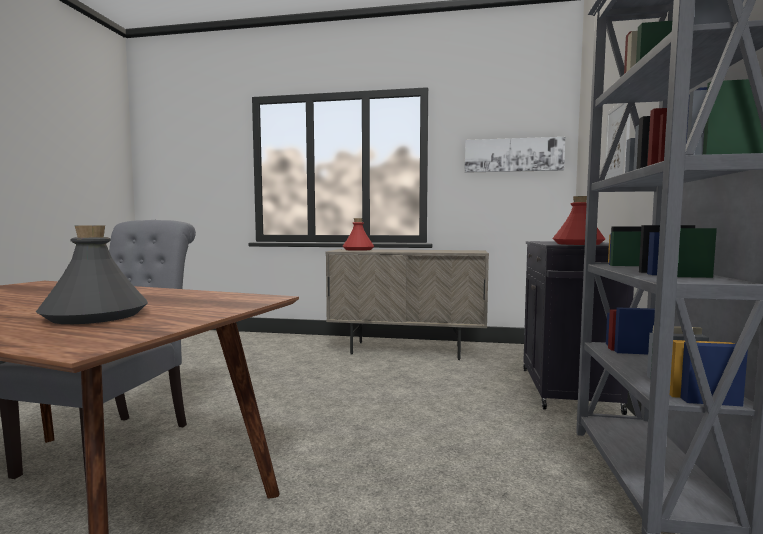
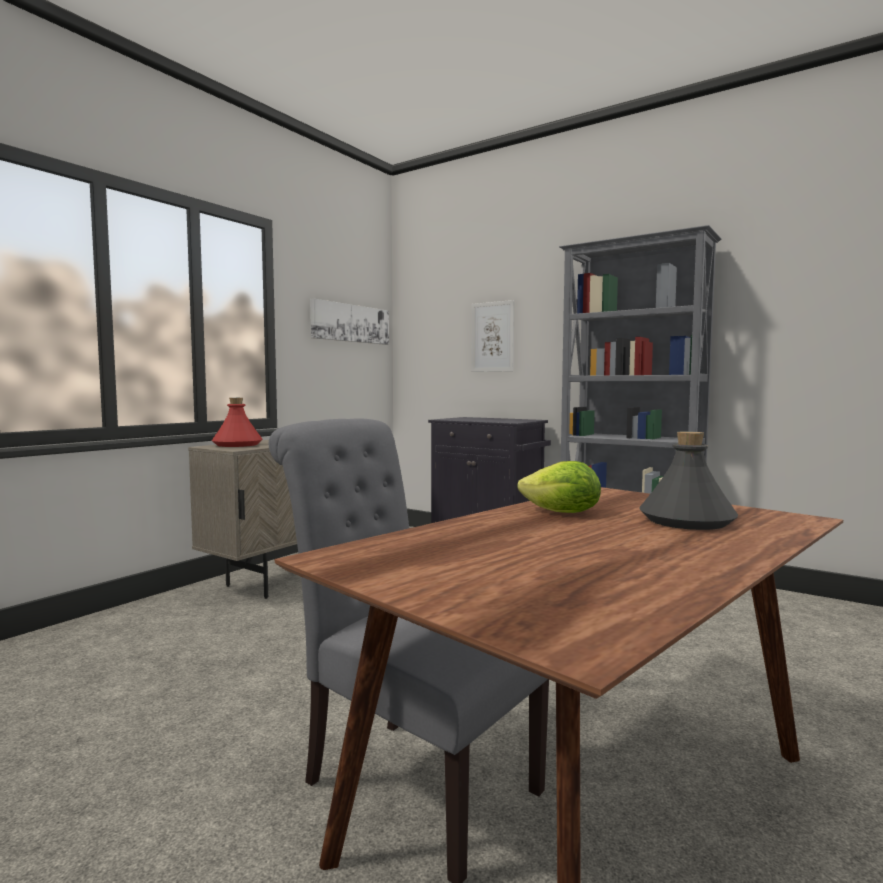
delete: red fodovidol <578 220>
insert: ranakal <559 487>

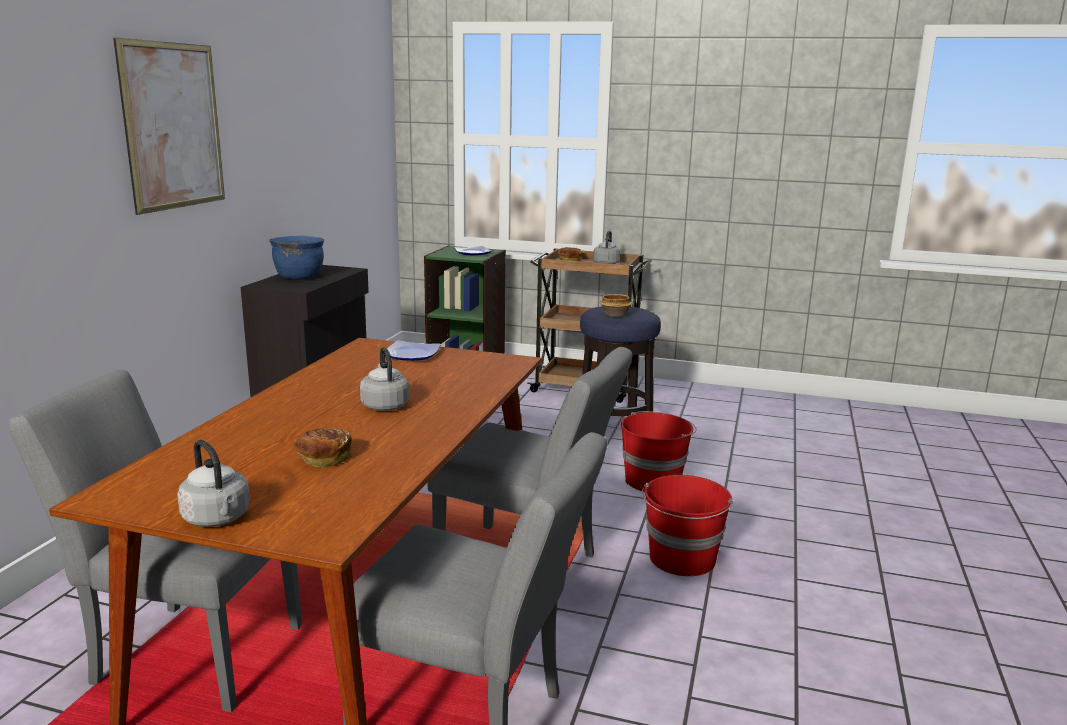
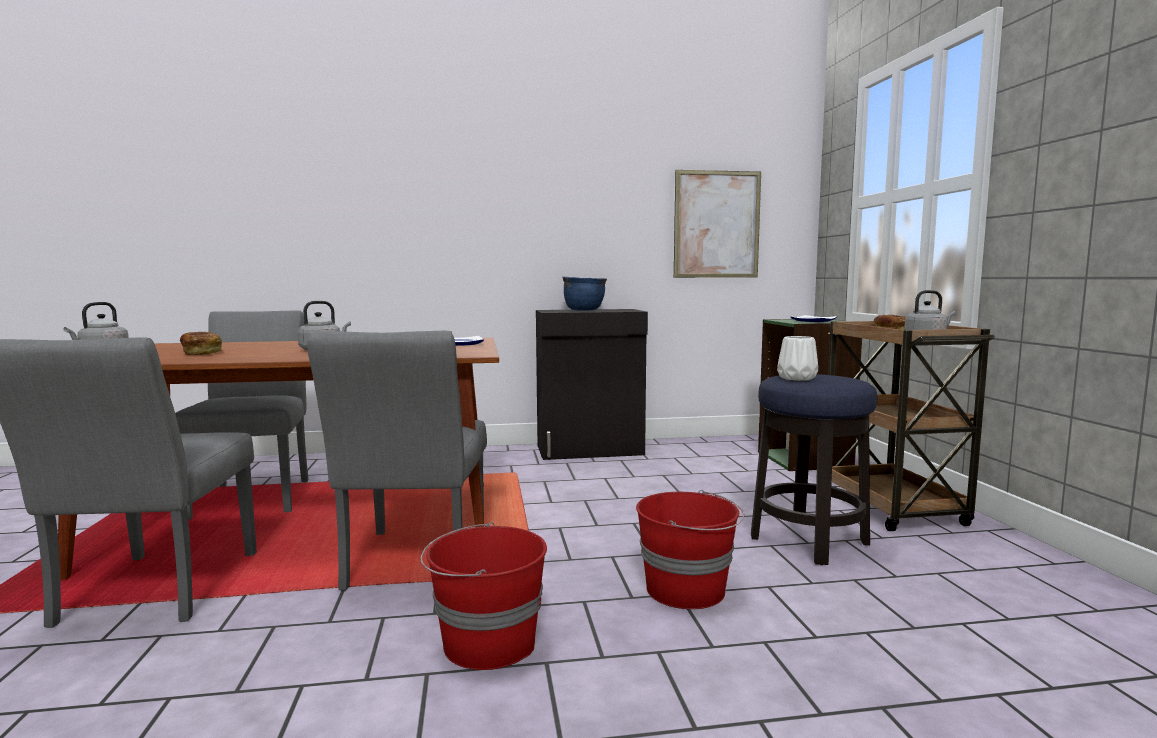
move: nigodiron <169 126> to <717 224>
replace: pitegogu <616 305> to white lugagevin <797 358>

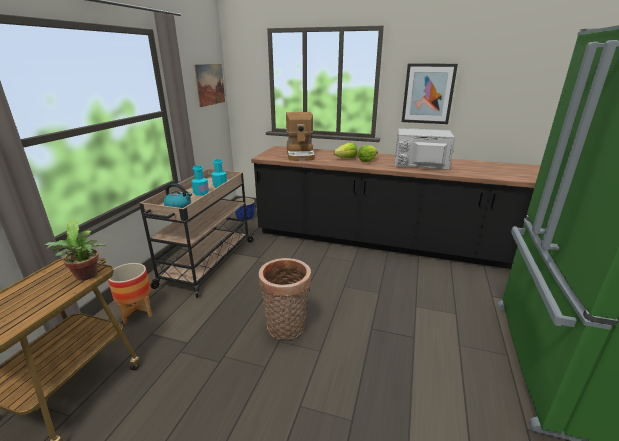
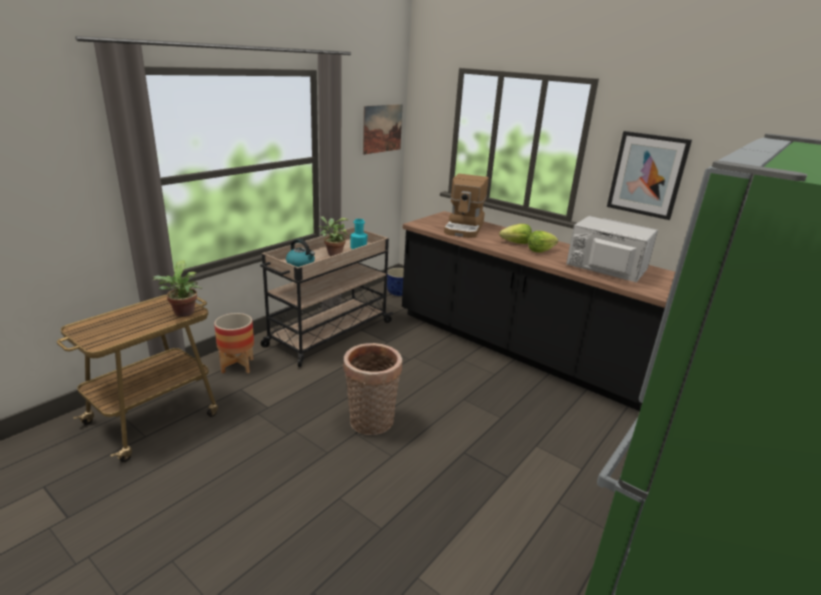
replace: turquoise fodovidol <200 180> to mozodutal <333 236>

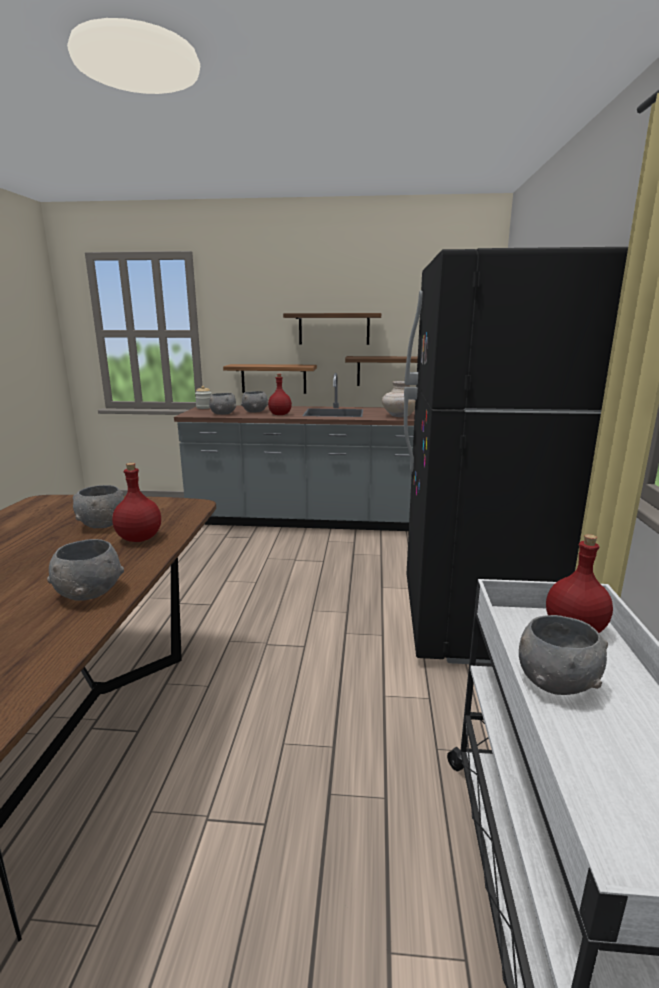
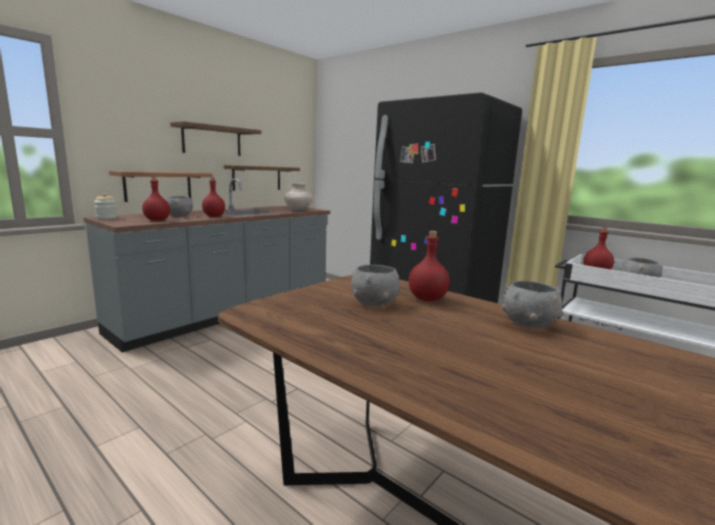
replace: grey pitegogu <222 404> to red fodovidol <156 199>

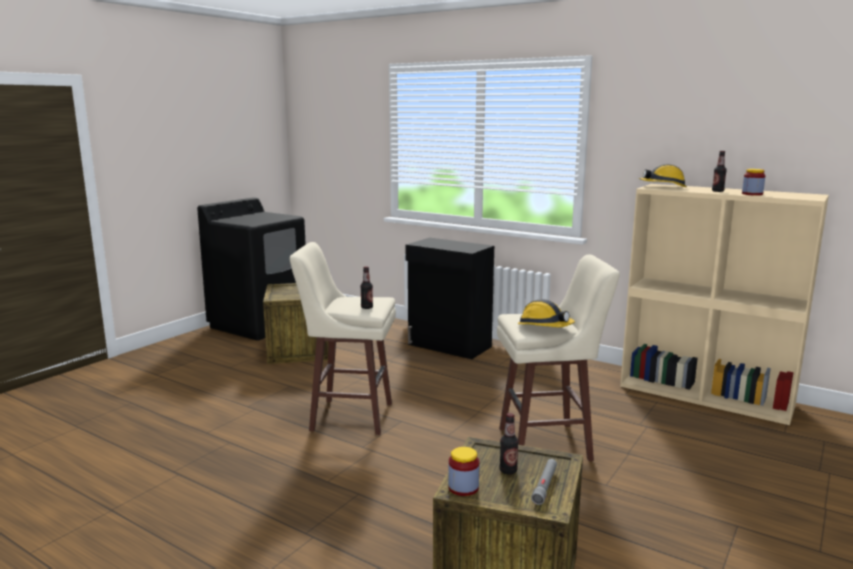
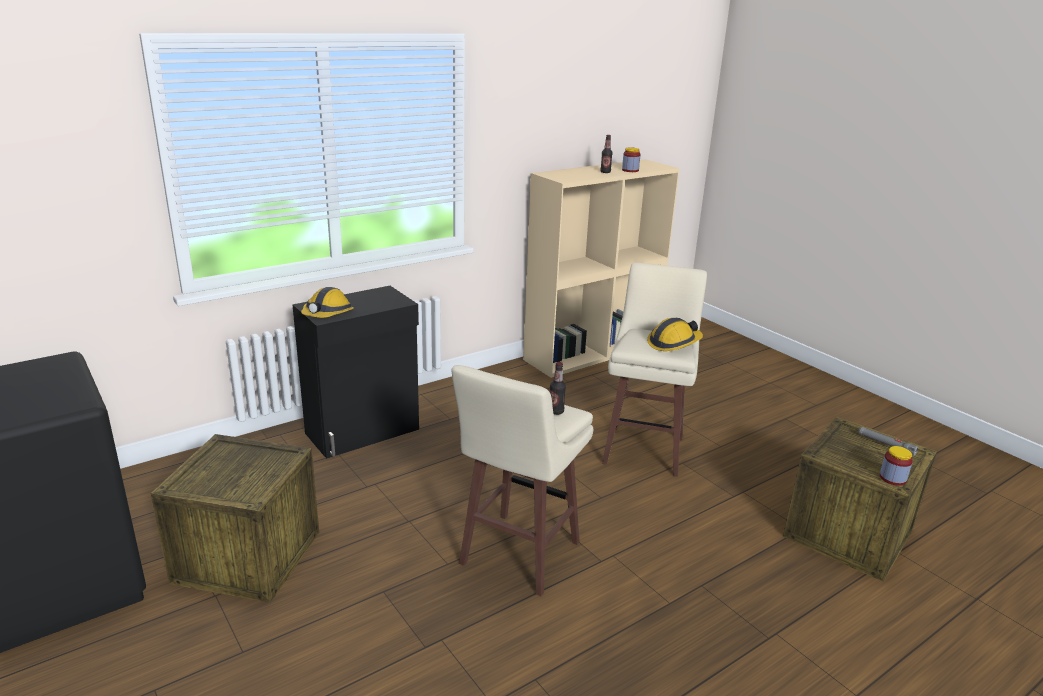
delete: fodovidol <509 444>
move: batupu <662 175> to <327 302>

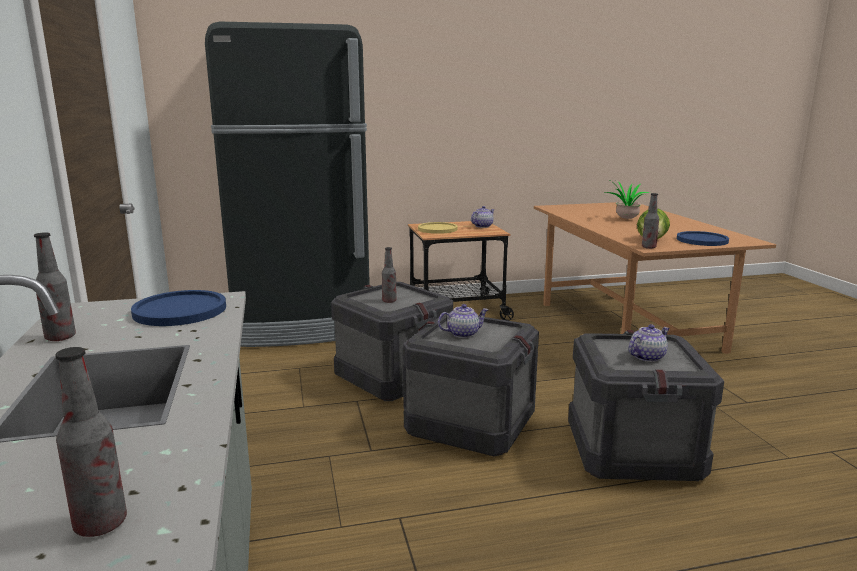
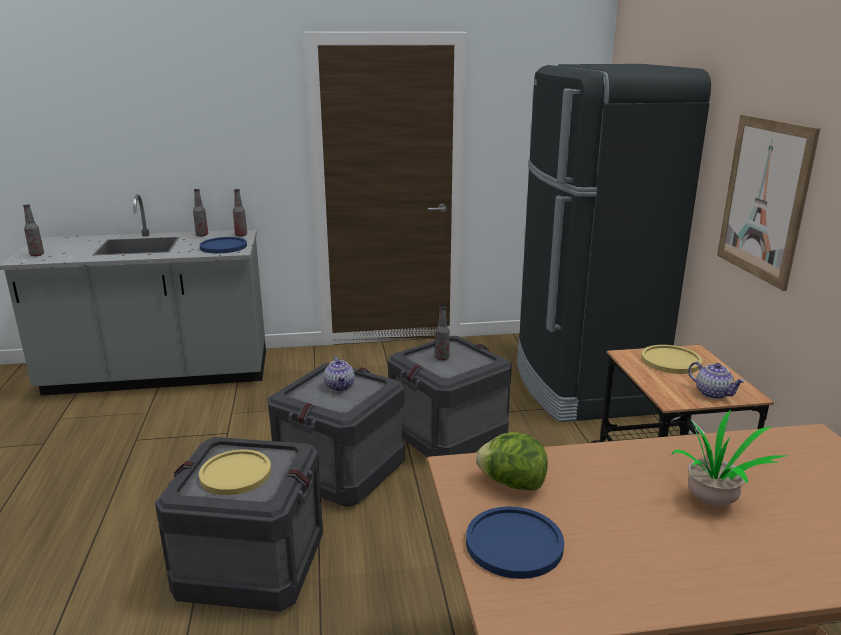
insert: nigodiron <768 203>
move: fodovidol <650 221> to <240 213>
replace: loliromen <649 343> to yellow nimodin <235 472>

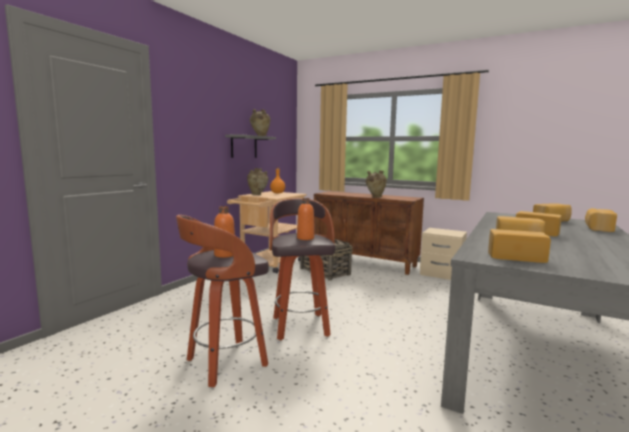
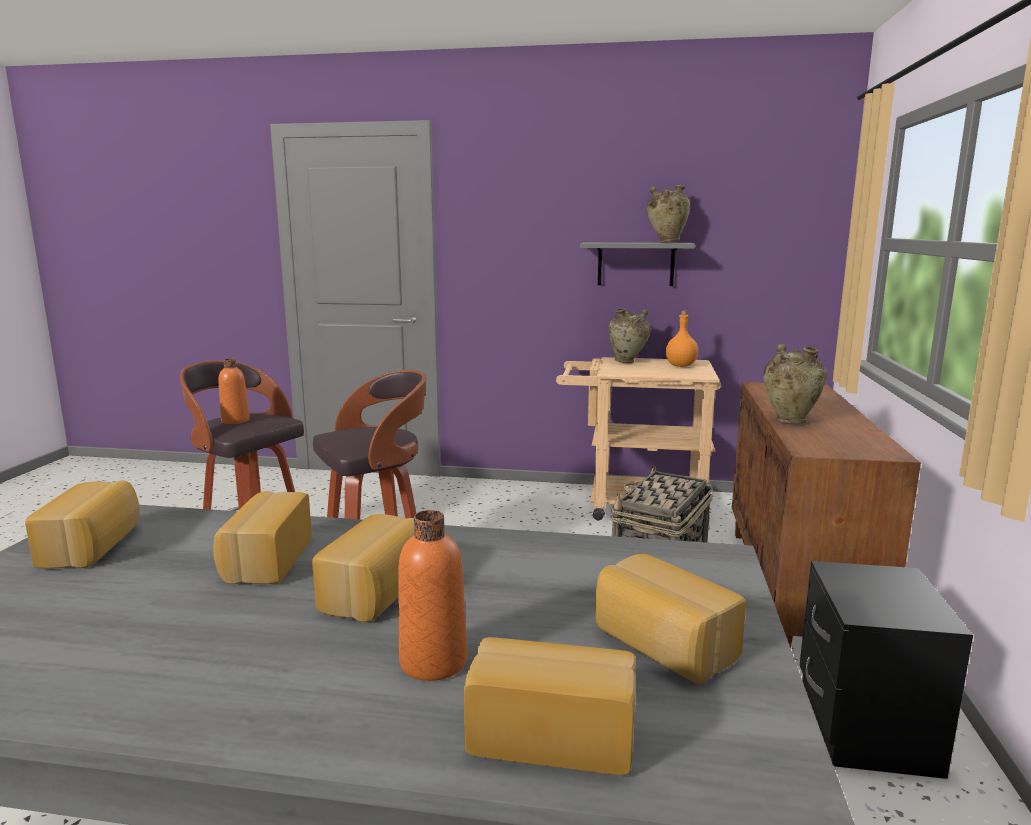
move: orange fodovidol <305 219> to <432 595>
recolor: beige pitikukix <443 254> to black pitikukix <886 670>

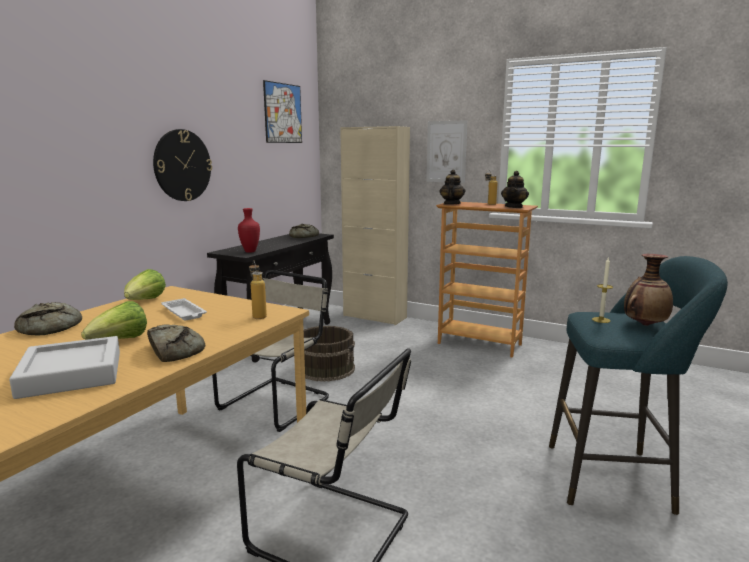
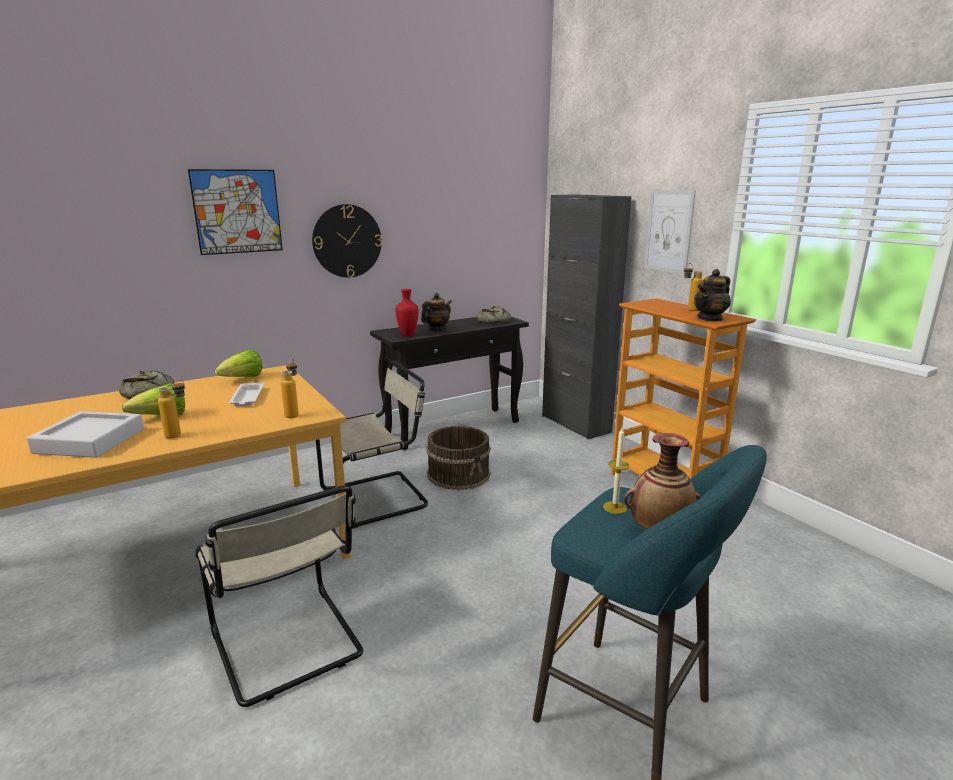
move: nigodiron <282 111> to <235 212>; loliromen <453 187> to <436 312>
replace: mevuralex <176 343> to fodovidol <171 408>
recolor: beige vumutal <375 225> to black vumutal <586 317>

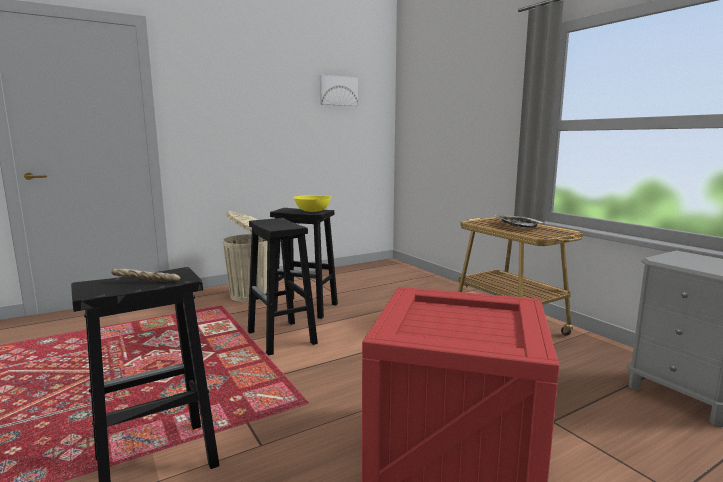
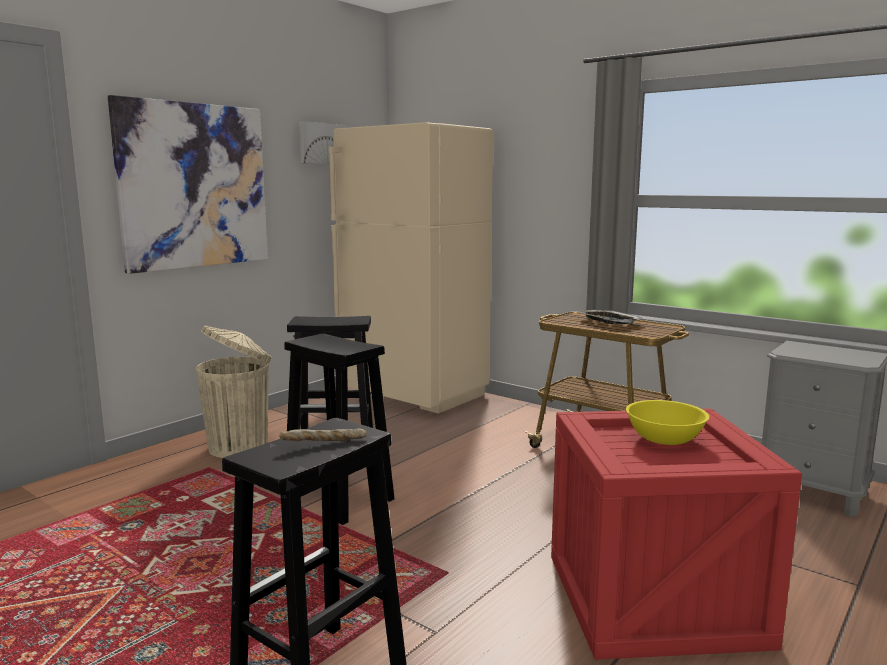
insert: nigodiron <188 184>; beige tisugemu <410 268>
move: yellow pitegogu <312 203> to <667 422>

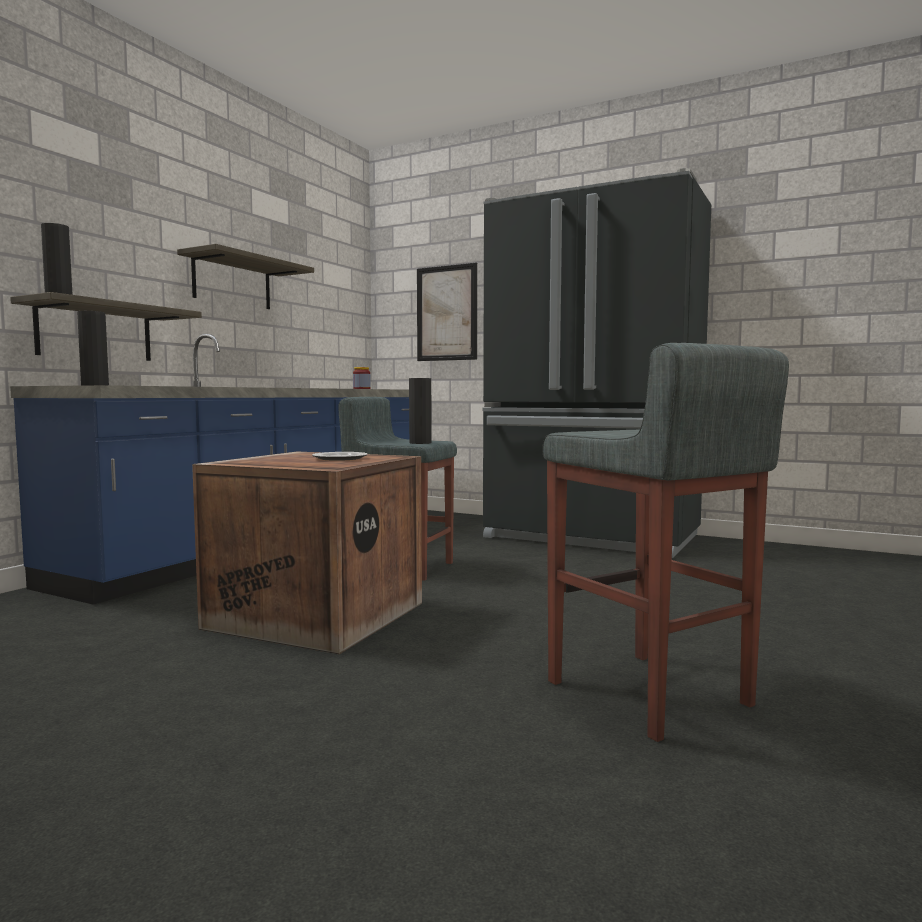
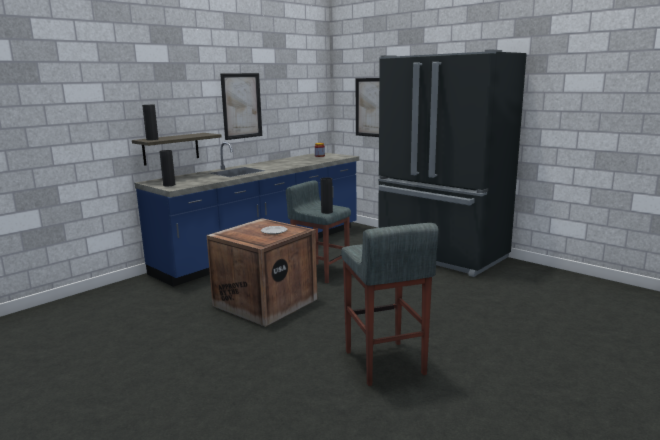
replace: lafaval <245 276> to nigodiron <241 106>

